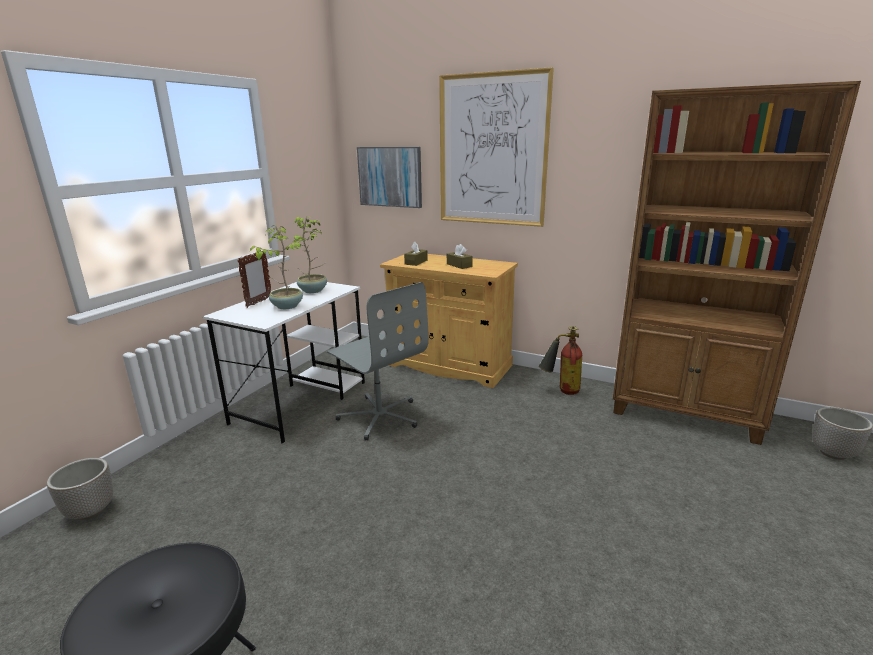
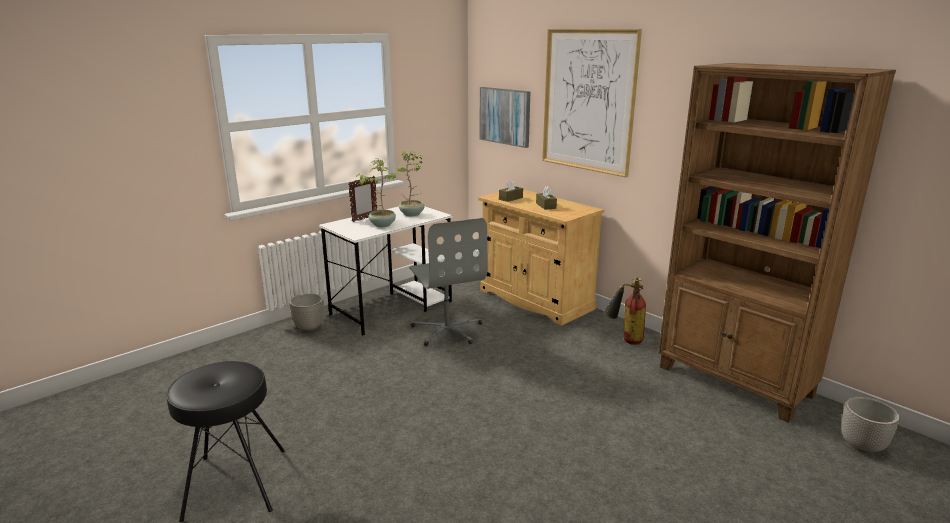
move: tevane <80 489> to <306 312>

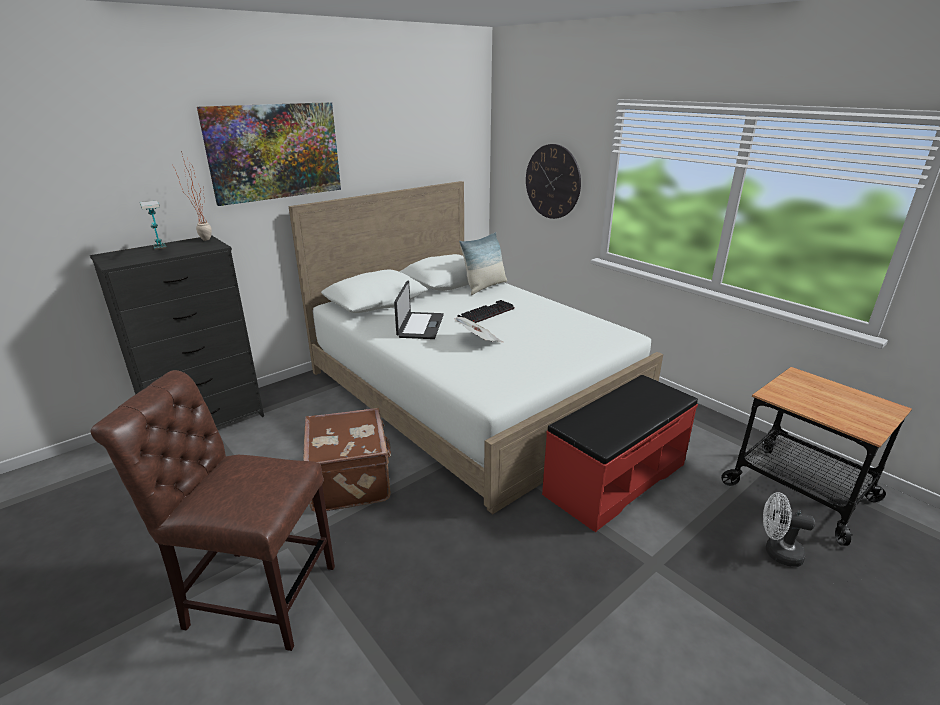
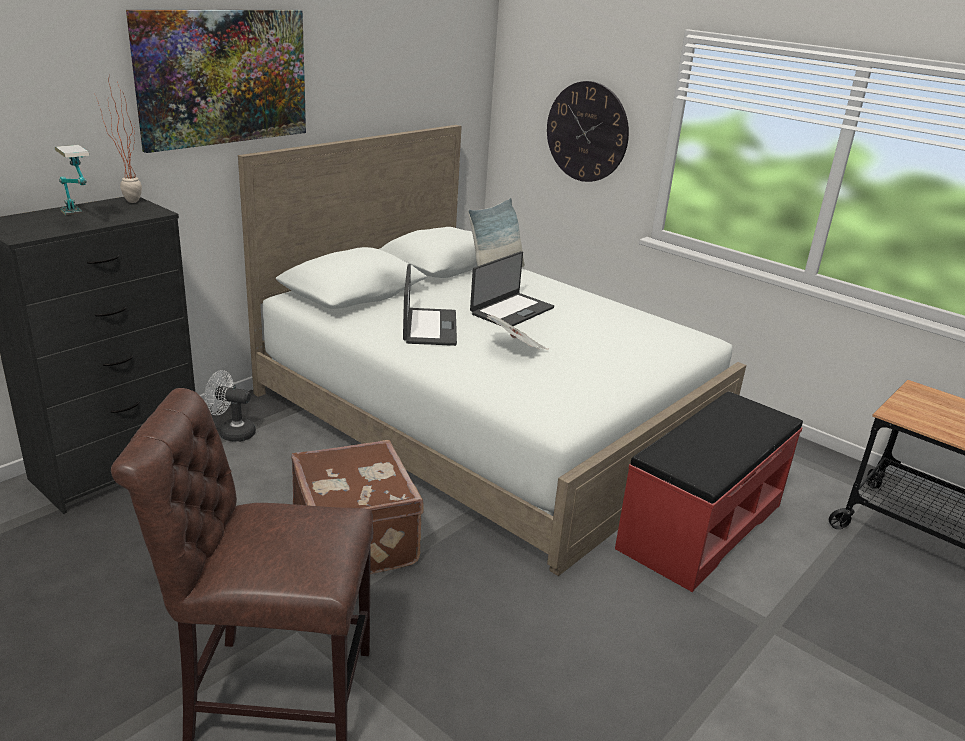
move: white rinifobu <789 529> to <230 406>
replace: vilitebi <485 311> to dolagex <512 288>

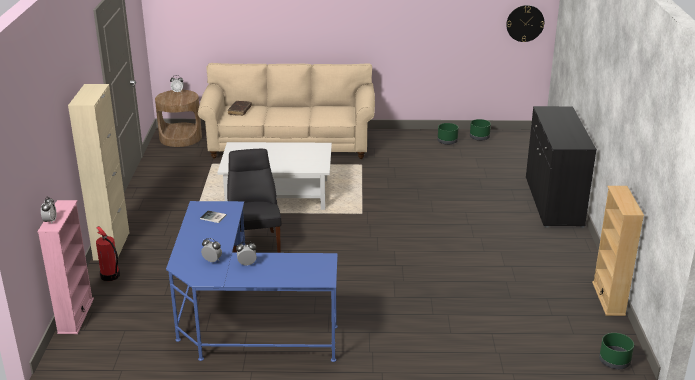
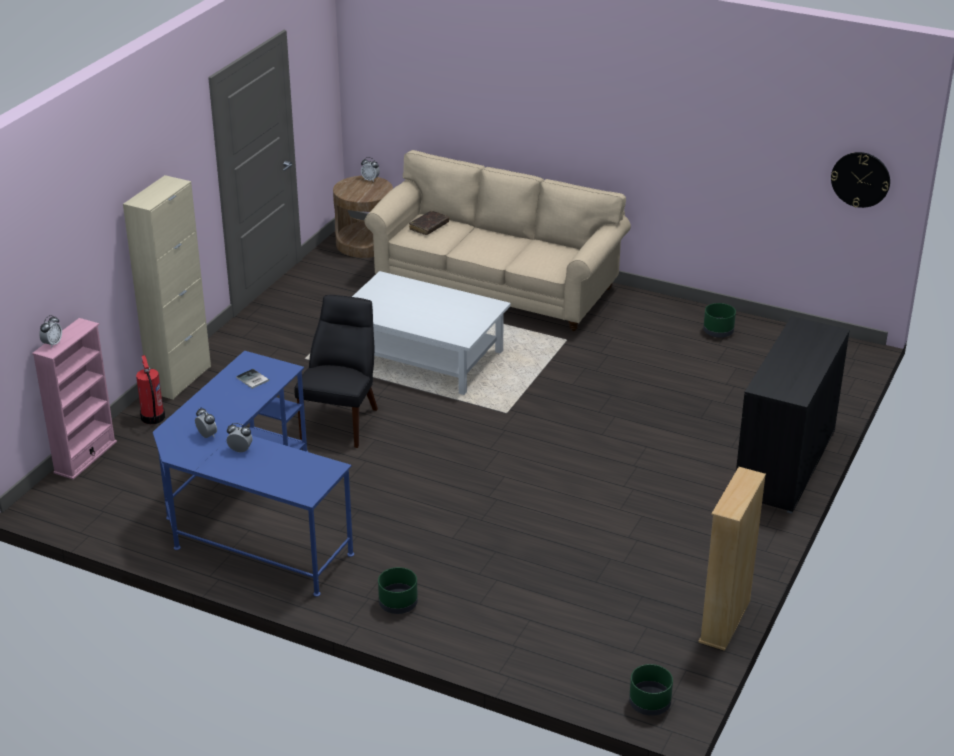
move: green tevane <480 130> to <398 590>

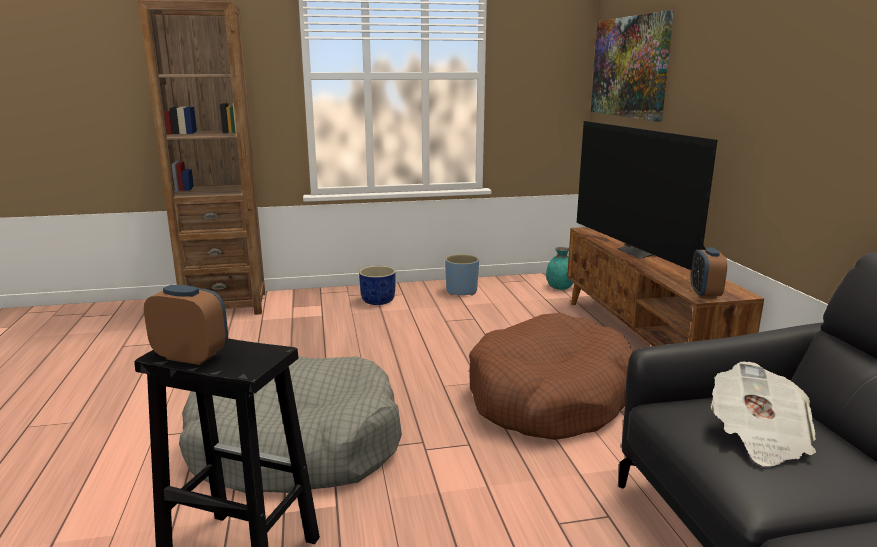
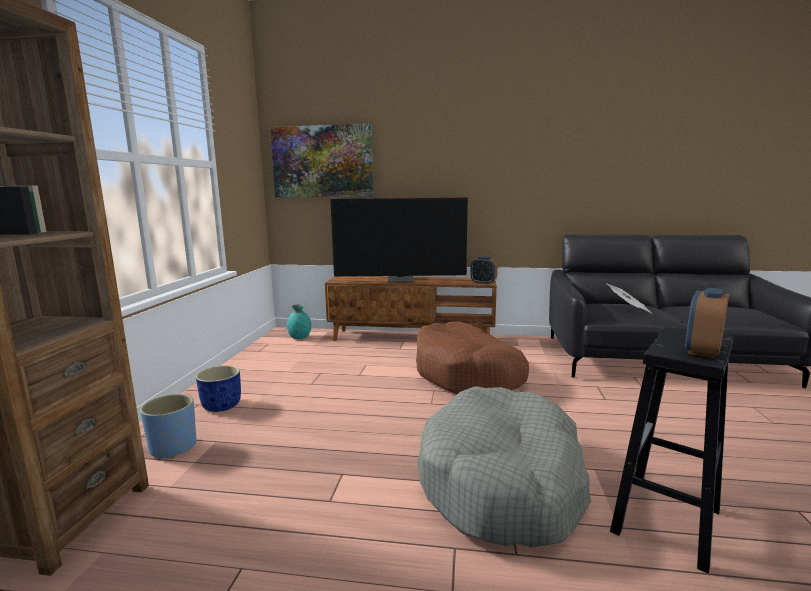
move: blue tevane <462 275> to <168 426>

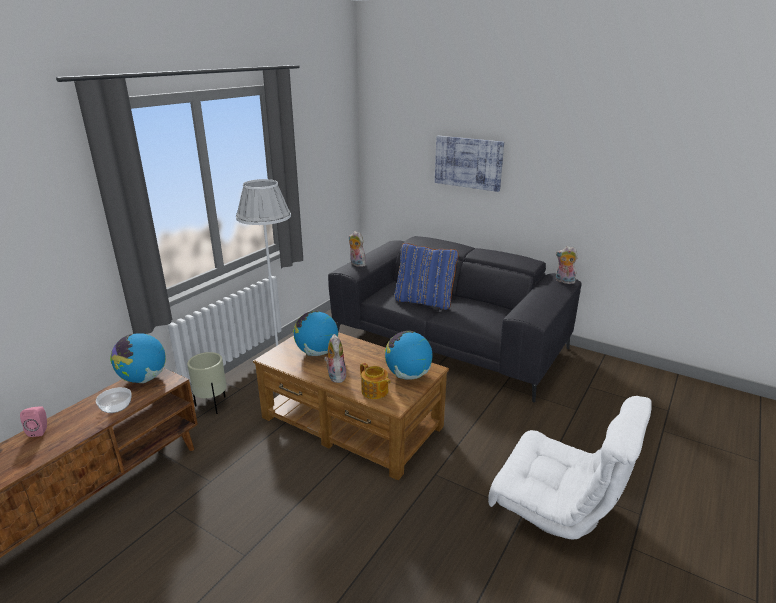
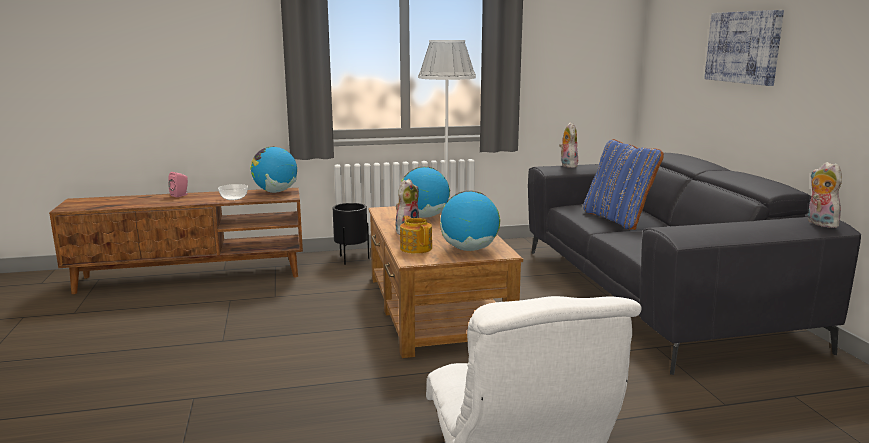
recolor: beige tevane <207 383> to black tevane <351 234>
rotate: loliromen <375 381> = <416 235> 150 degrees clockwise

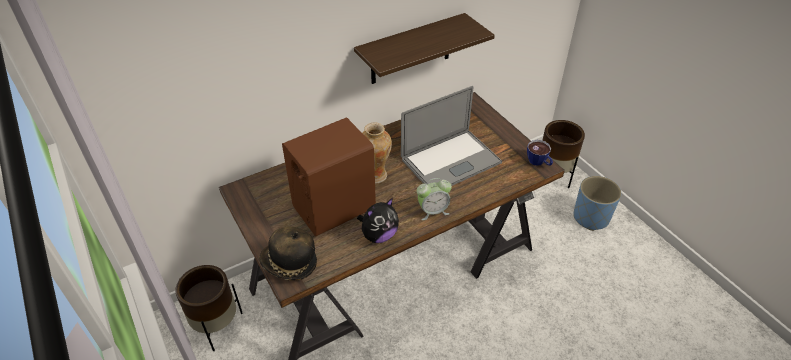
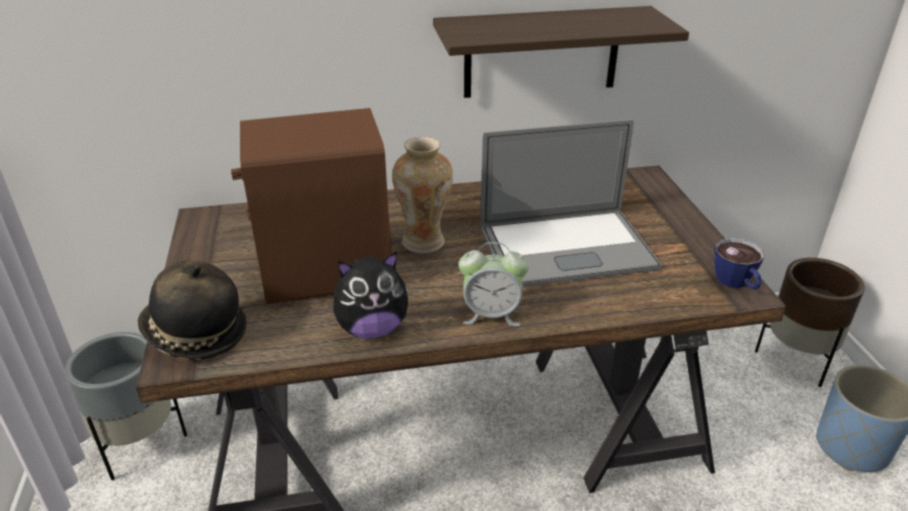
recolor: brown tevane <209 308> to grey tevane <126 406>

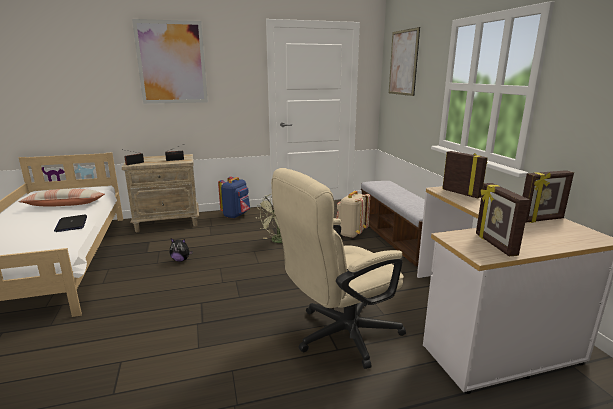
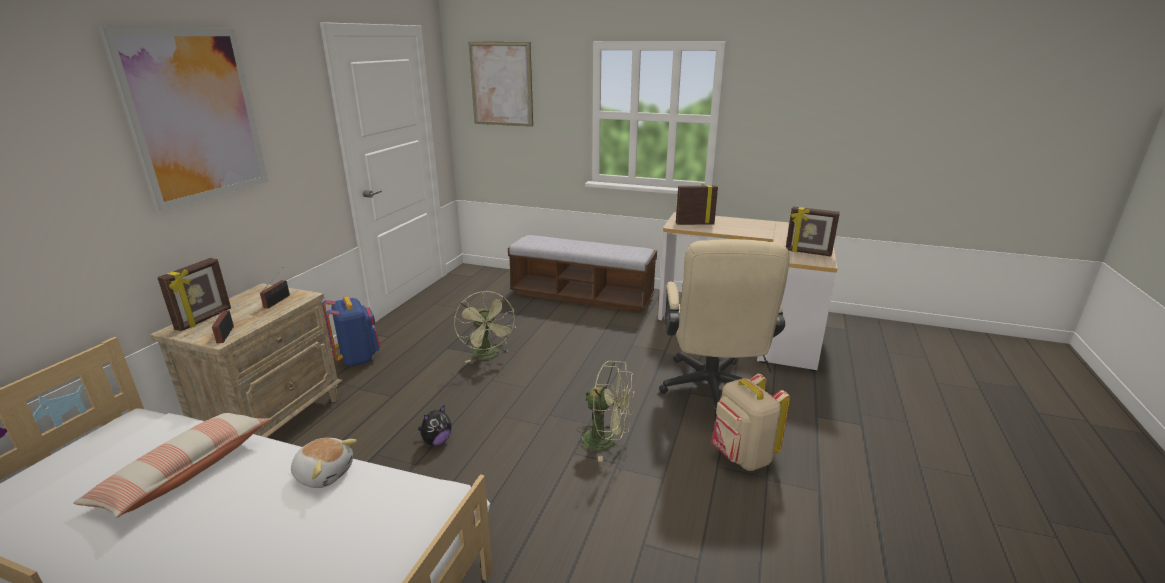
insert: green rinifobu <606 411>
move: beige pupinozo <353 214> to <750 422>; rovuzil <548 196> to <194 294>
replace: dolagex <70 223> to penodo <324 463>

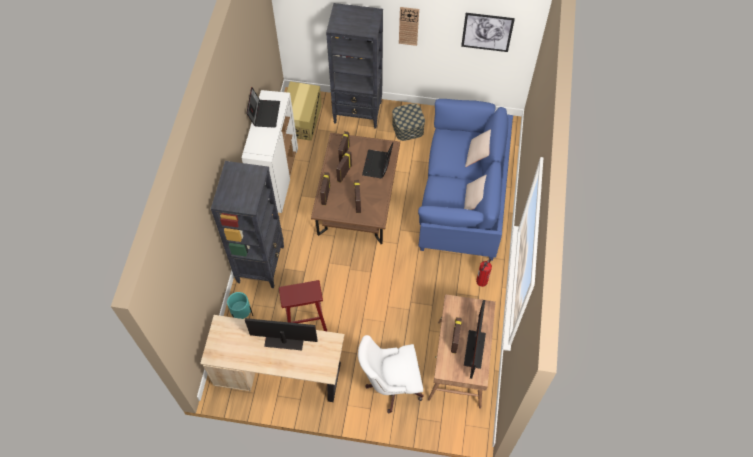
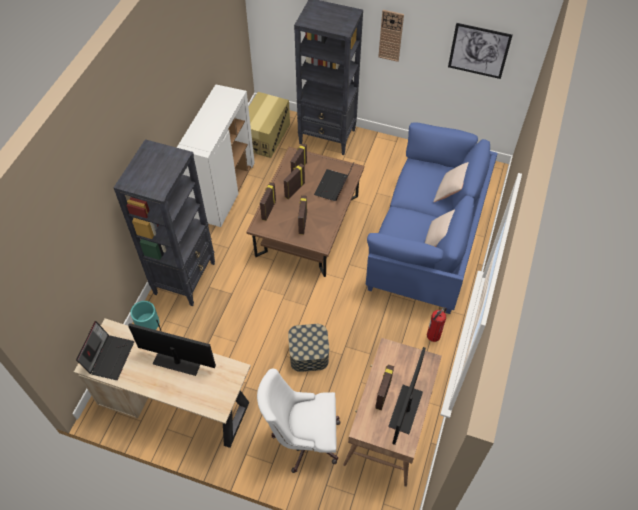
delete: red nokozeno <303 306>
move: dolagex <263 107> to <105 350>; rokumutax <408 122> to <308 348>

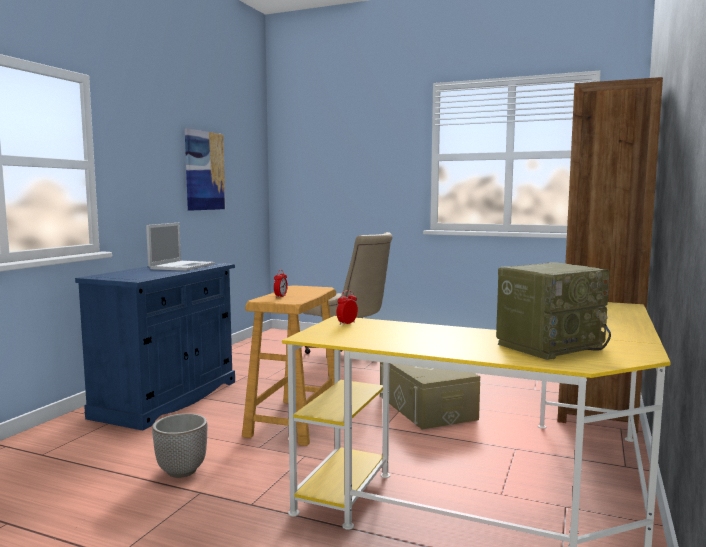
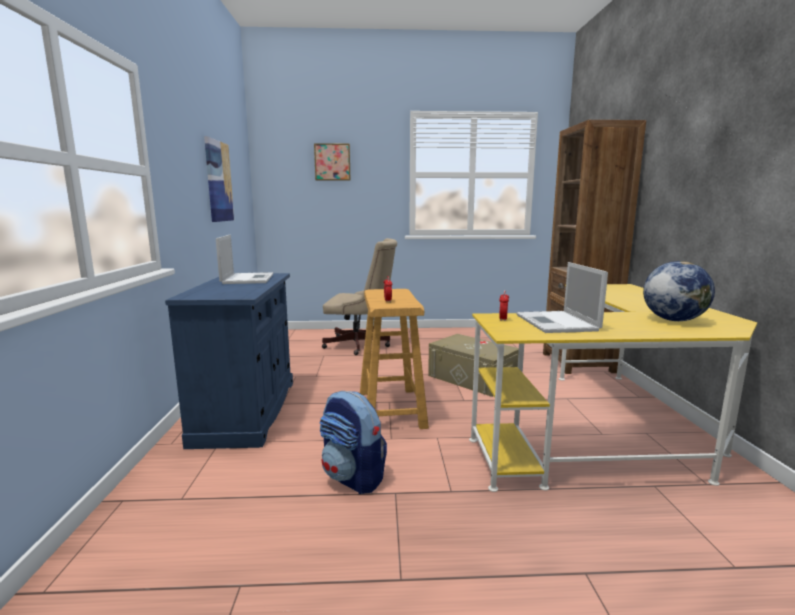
insert: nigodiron <332 162>; dolagex <562 297>
replace: tevane <179 445> to pupinozo <353 442>; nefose <553 311> to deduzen <679 291>

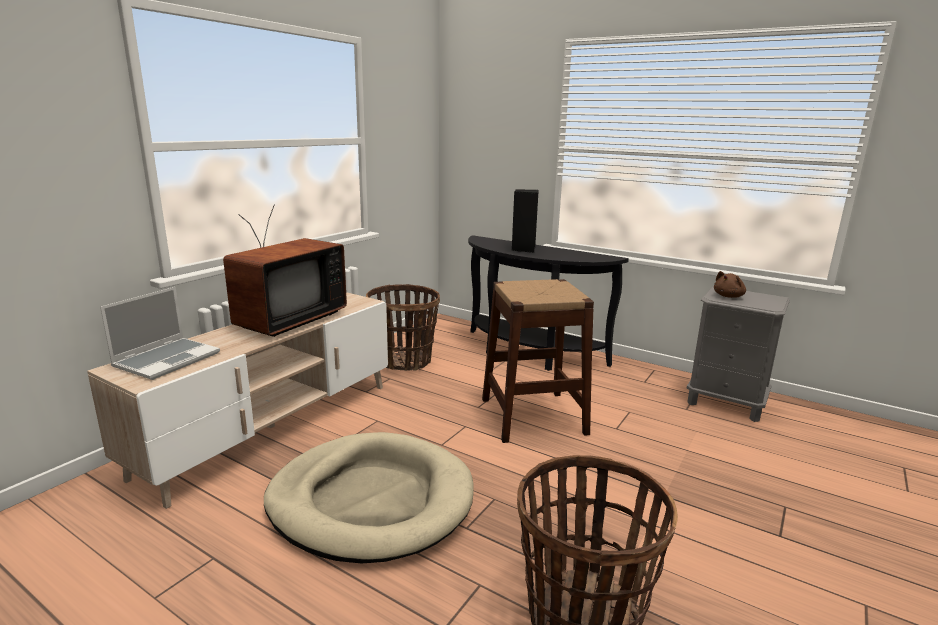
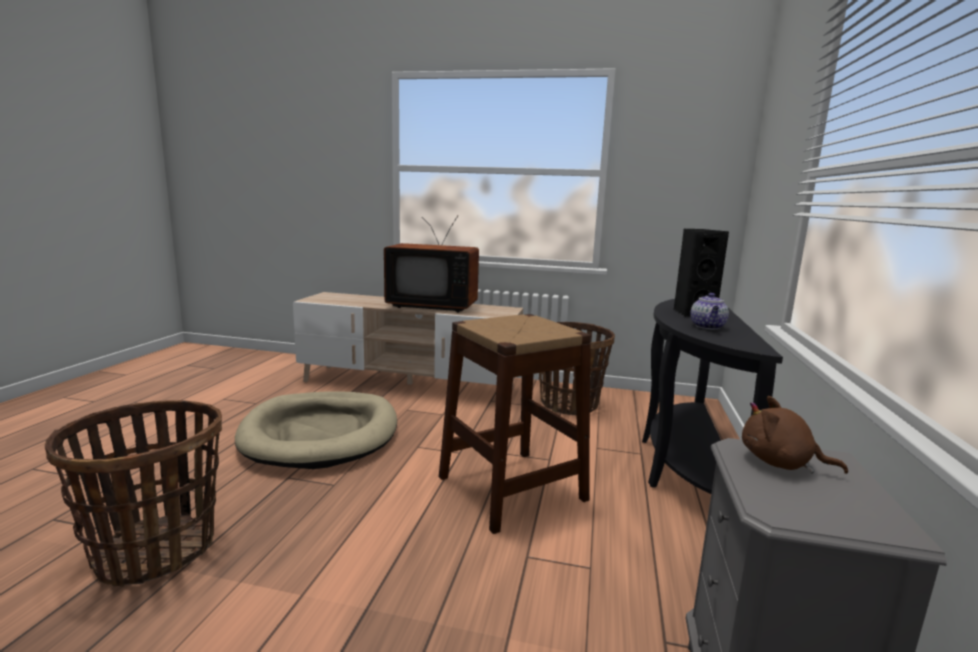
delete: dolagex <160 333>
insert: loliromen <709 311>

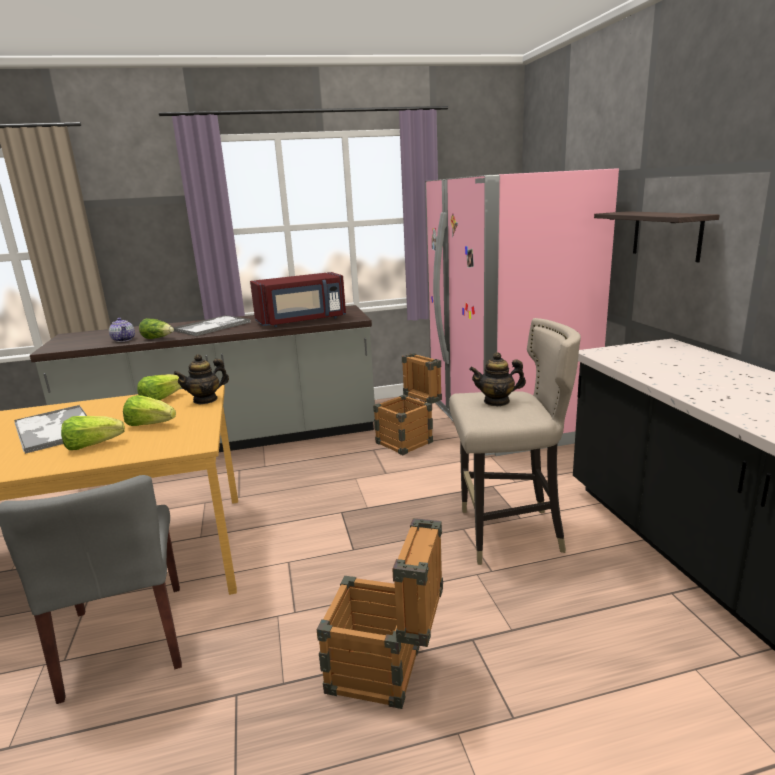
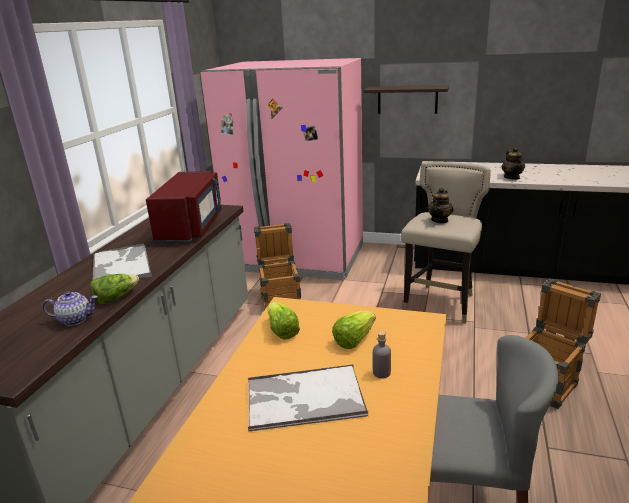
move: loliromen <201 379> to <513 163>
replace: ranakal <93 433> to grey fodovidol <382 354>

